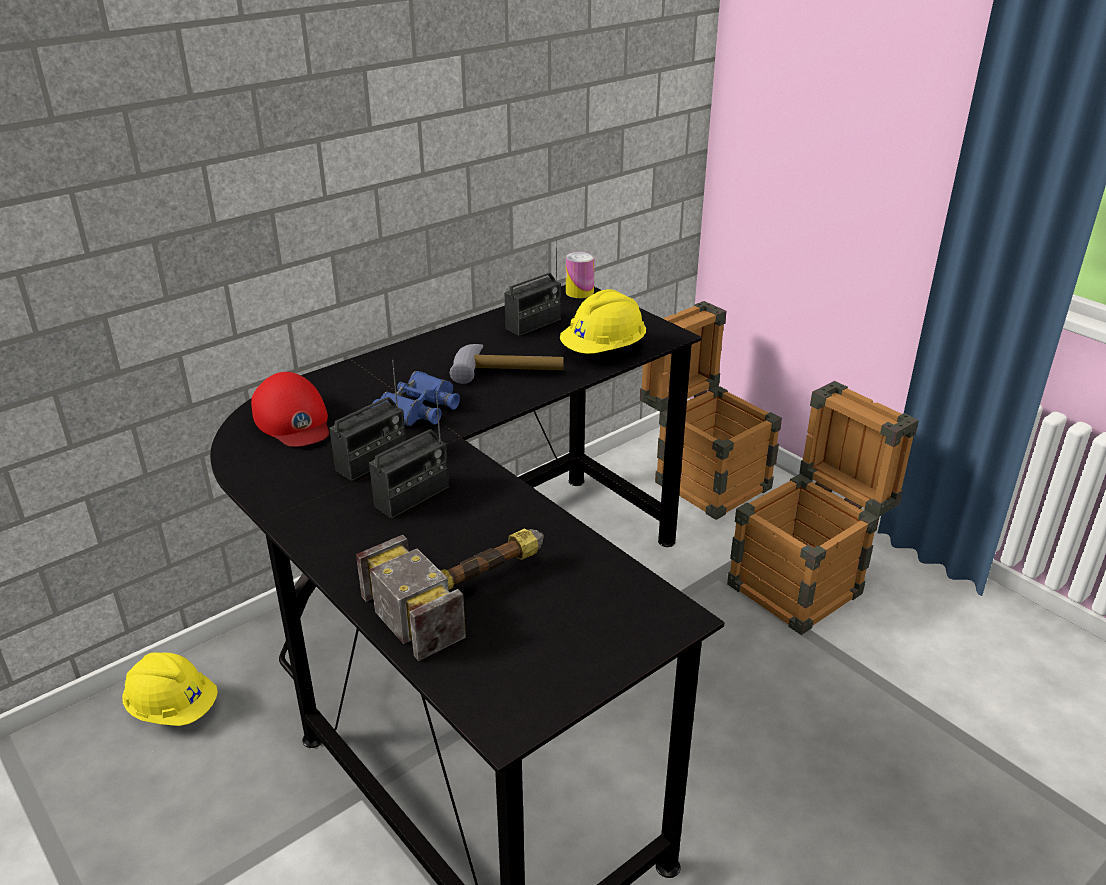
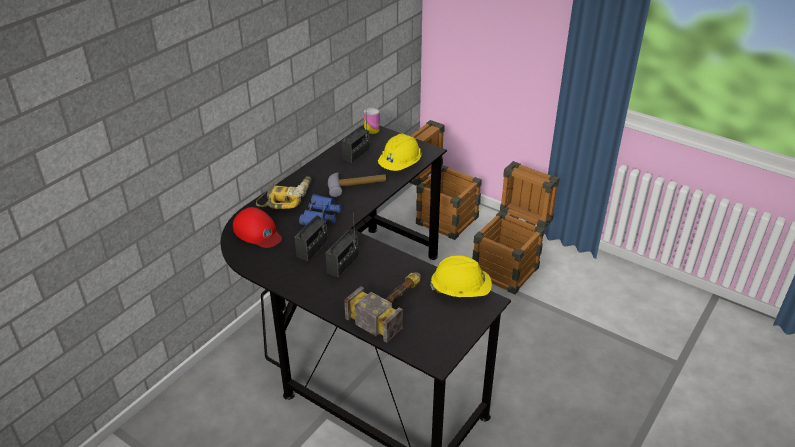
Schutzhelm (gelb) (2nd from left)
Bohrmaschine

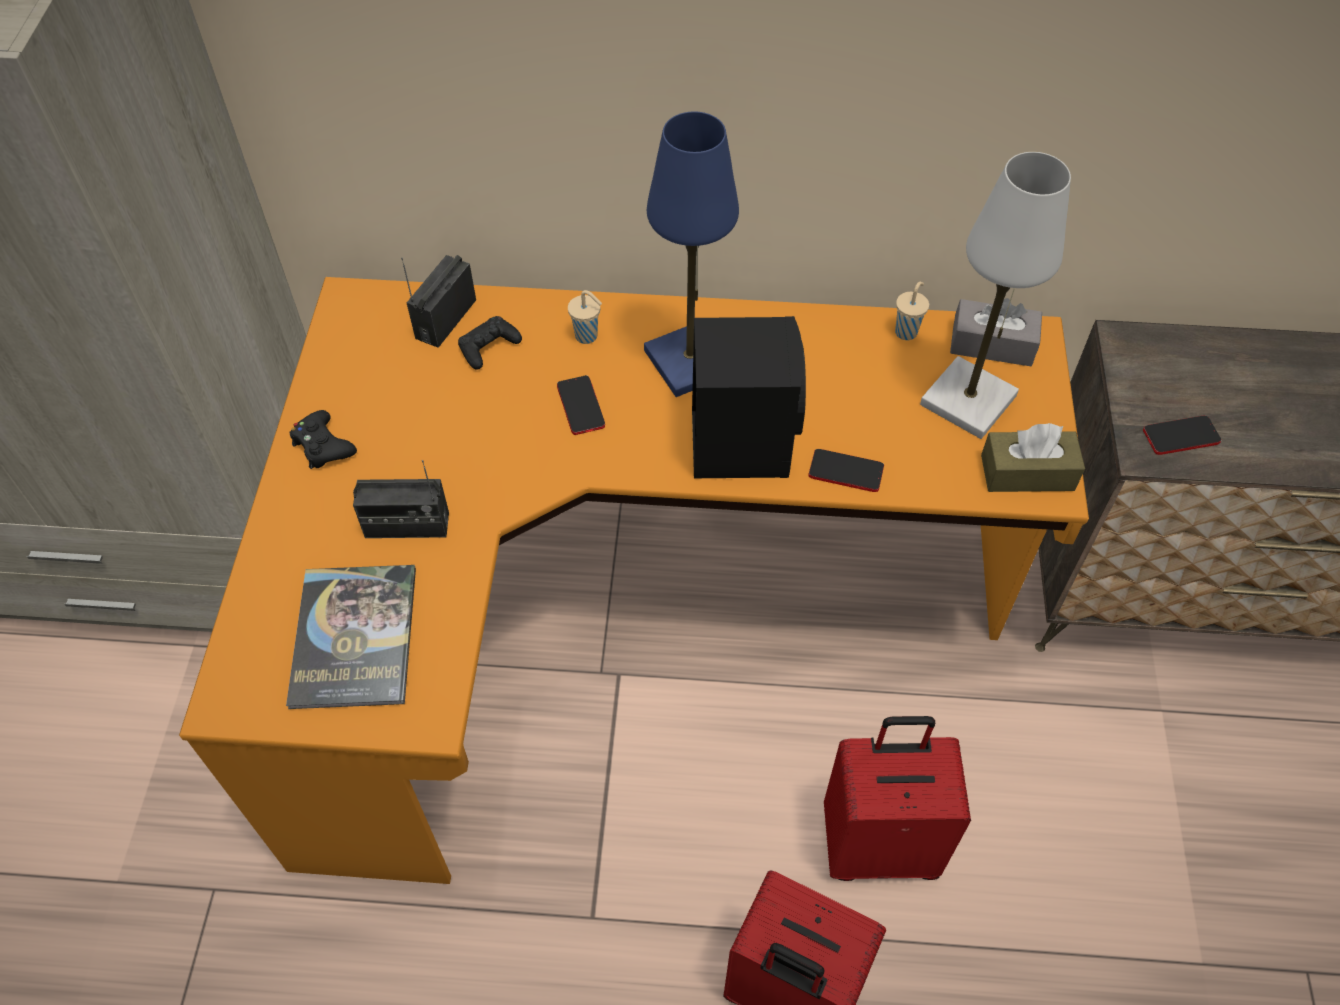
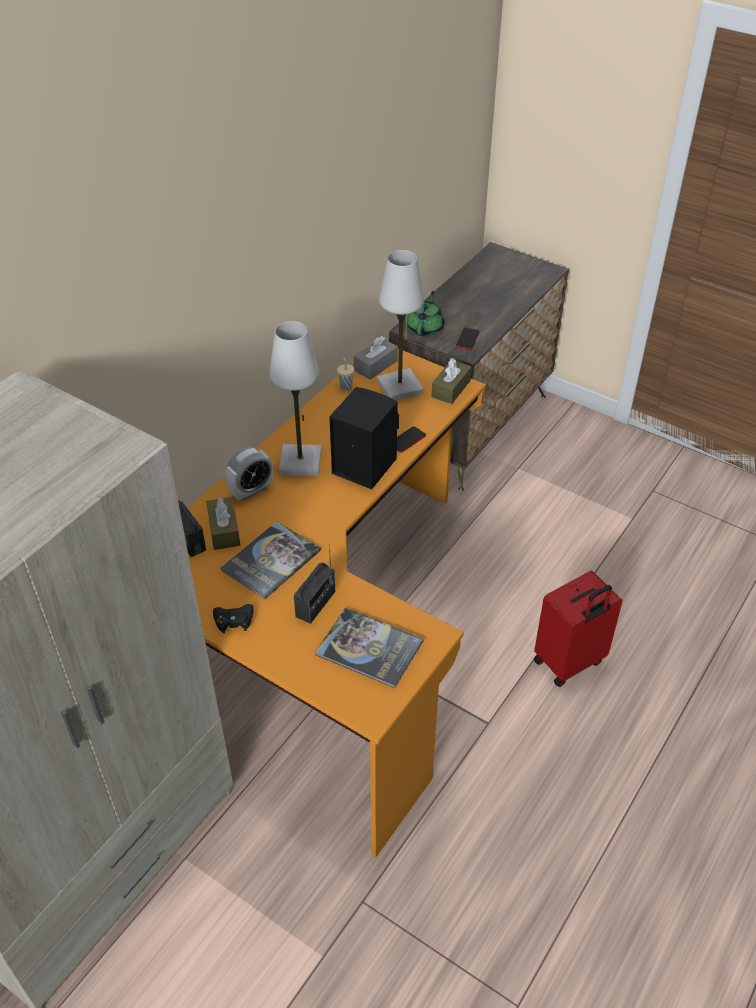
Taschentuchbox (braun) (1st from left)
Handy (1st from left in the first image)
Wecker
Tischlampe (weiß) (1st from left)
Koffer (rot) (2nd from left in the first image)
Buch (1st from left)
Teekanne (grün)

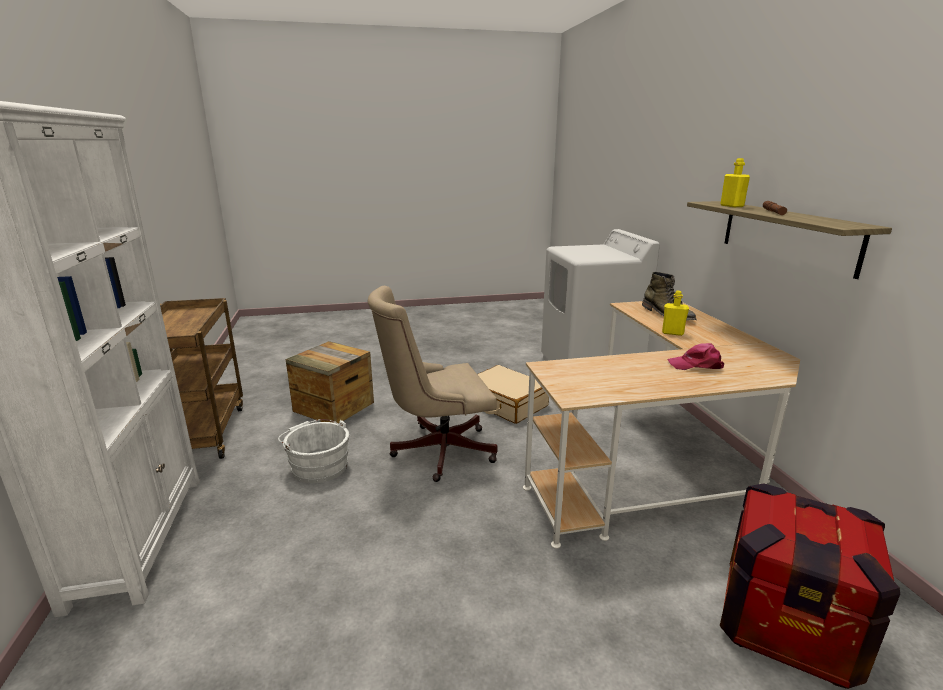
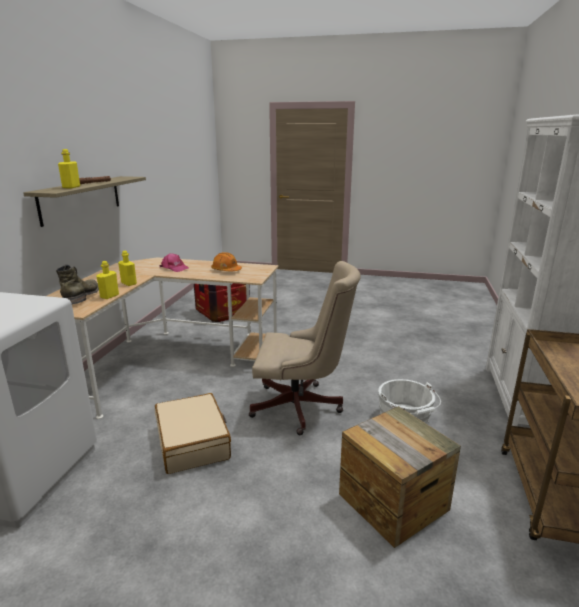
Flasche (gelb) (2nd from left)
Schutzhelm (orange)

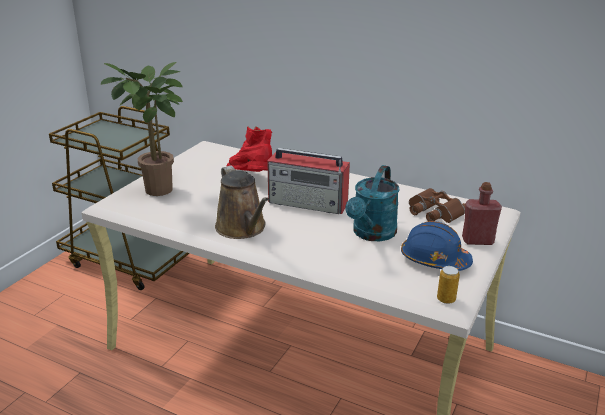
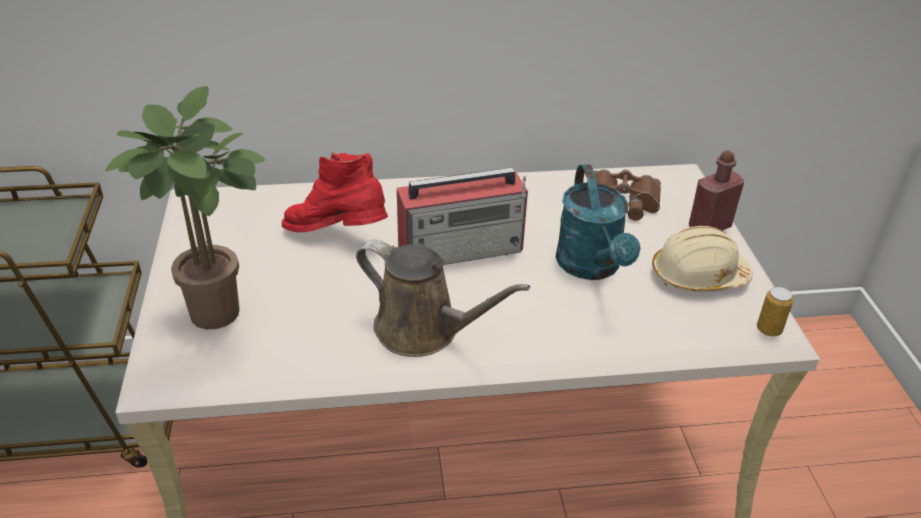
Schutzhelm (beige)

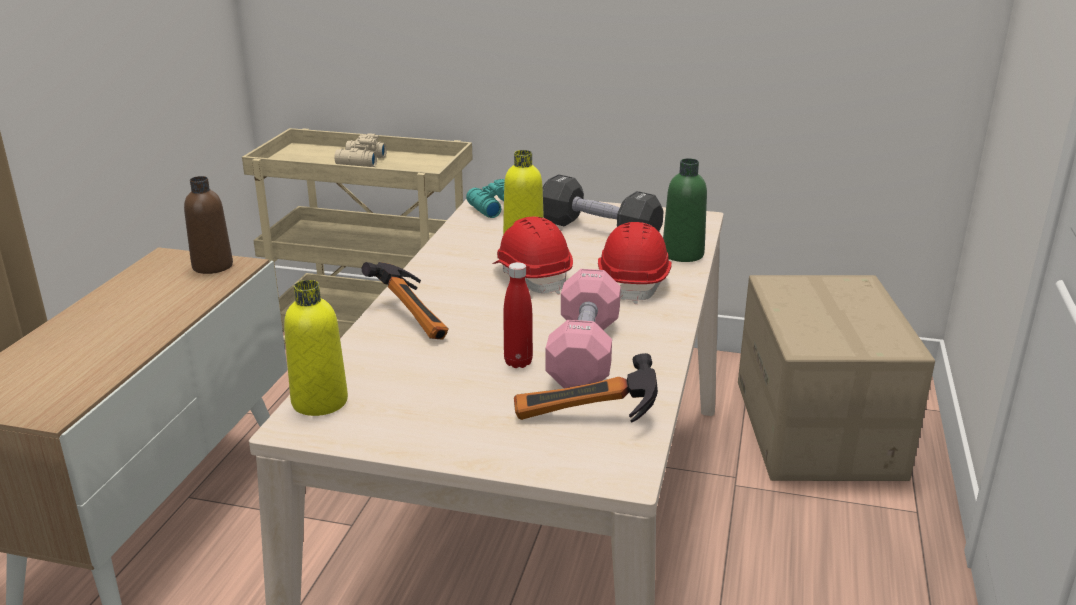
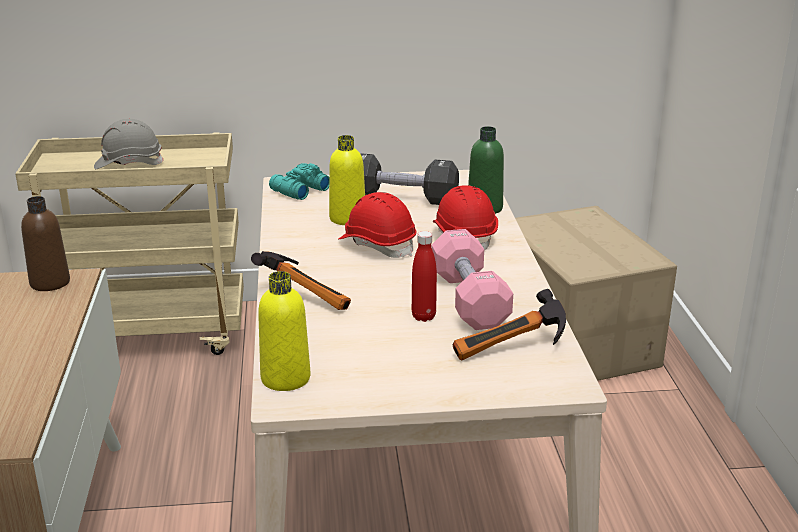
Schutzhelm (grau)

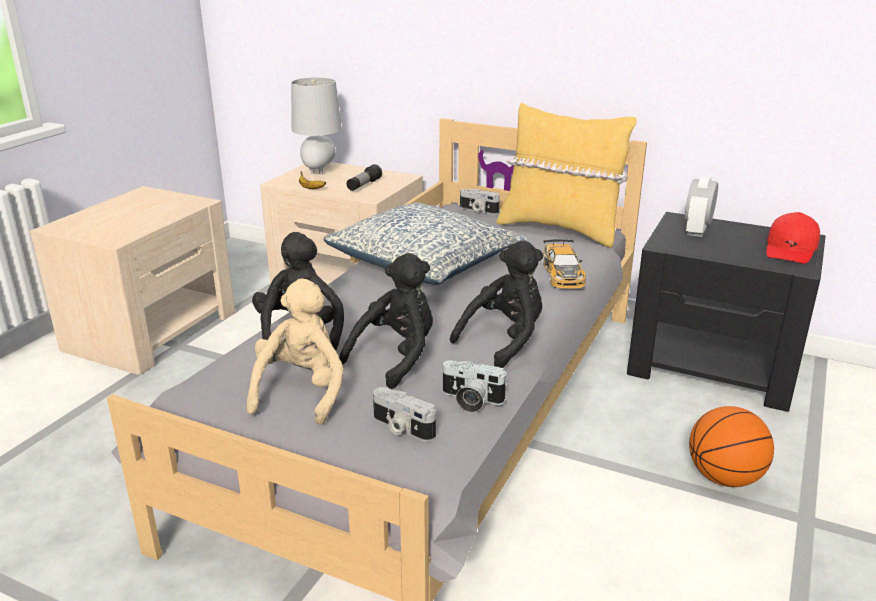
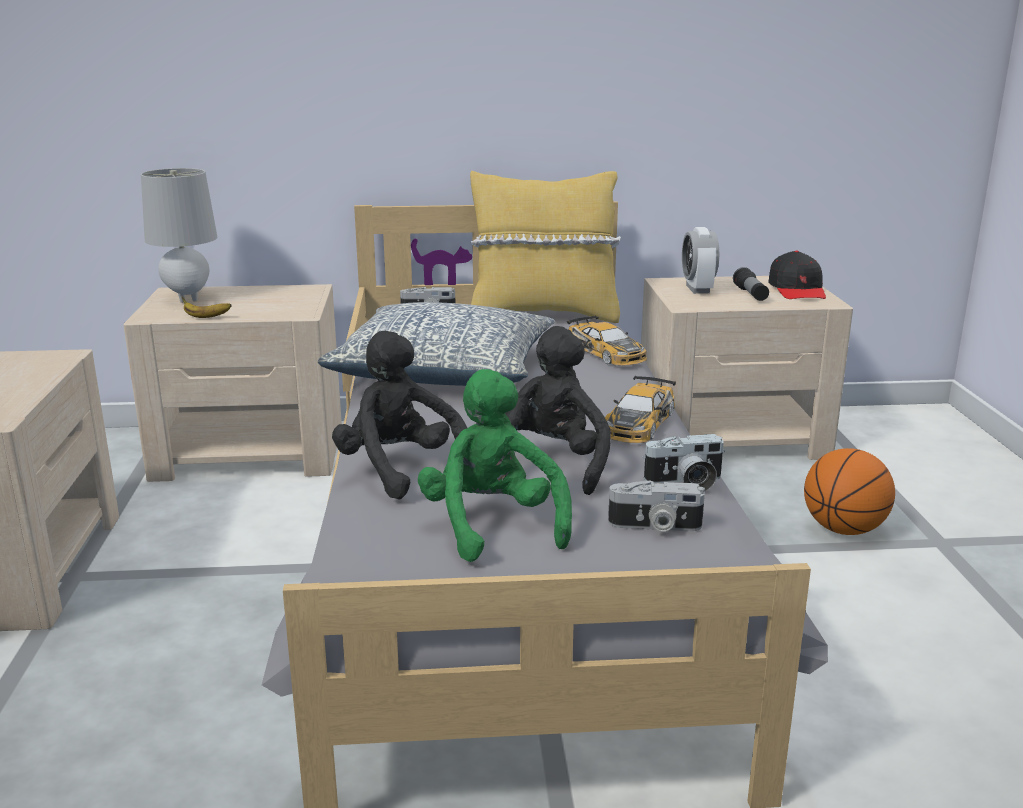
Plüschtier (grün)
Taschenlampe
Spielzeugauto (2nd from left)
Nachttisch (beige) (3rd from left)
Kappe (schwarz)

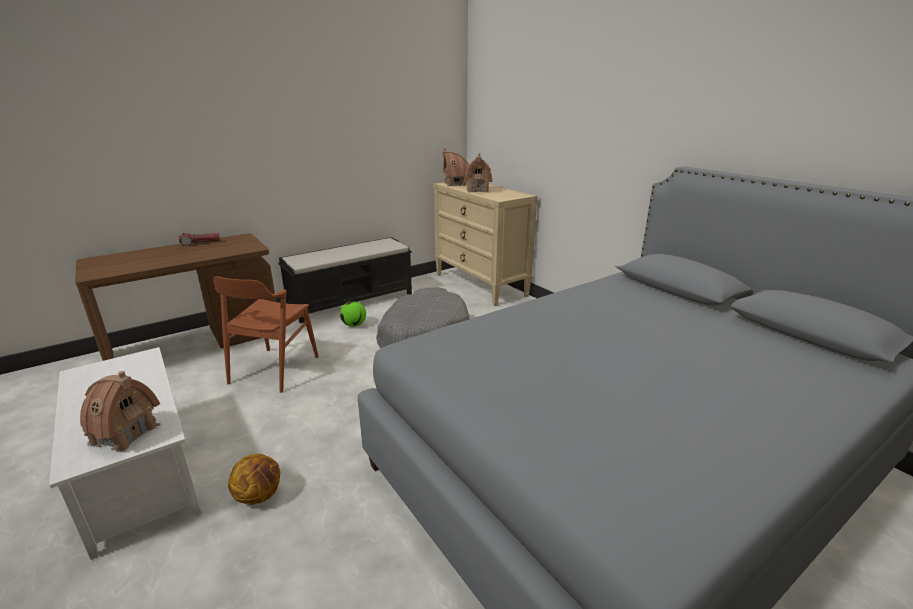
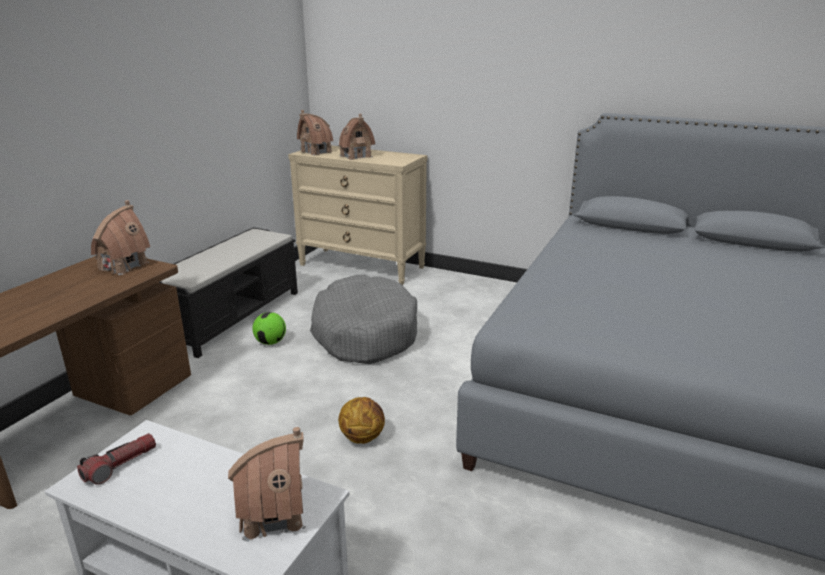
Taschenlampe
Stuhl (braun)
Basketball
Spielzeughaus (1st from left)

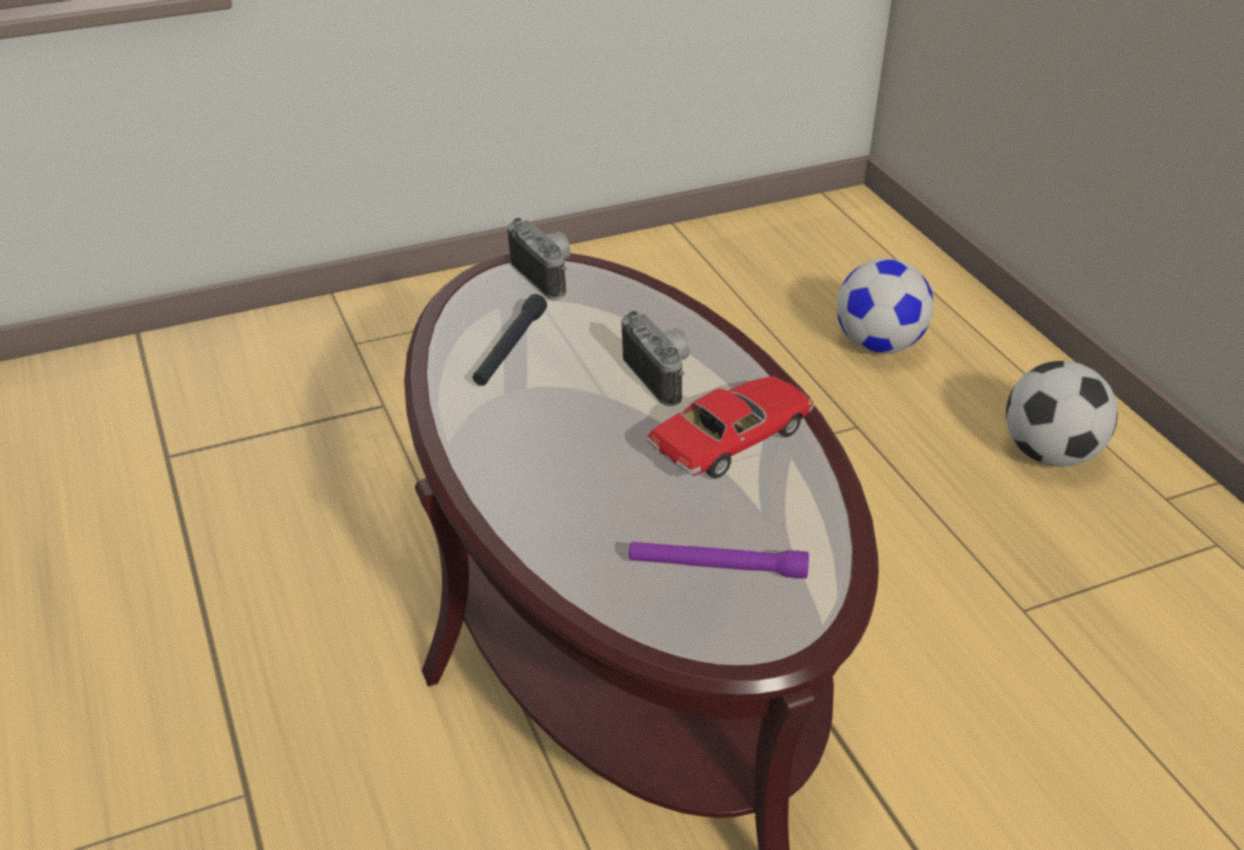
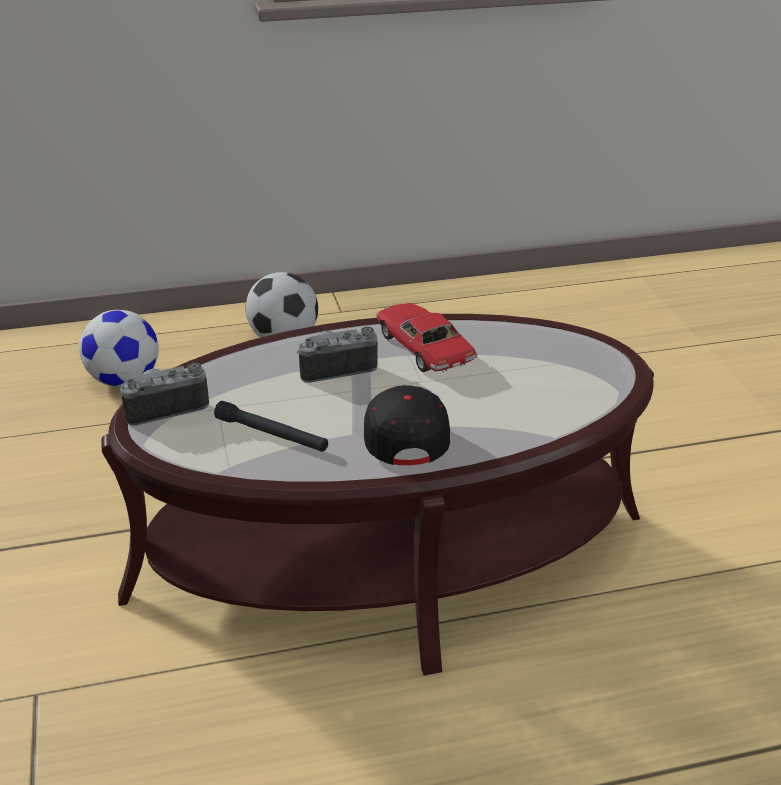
Taschenlampe (lila)
Kappe (schwarz)

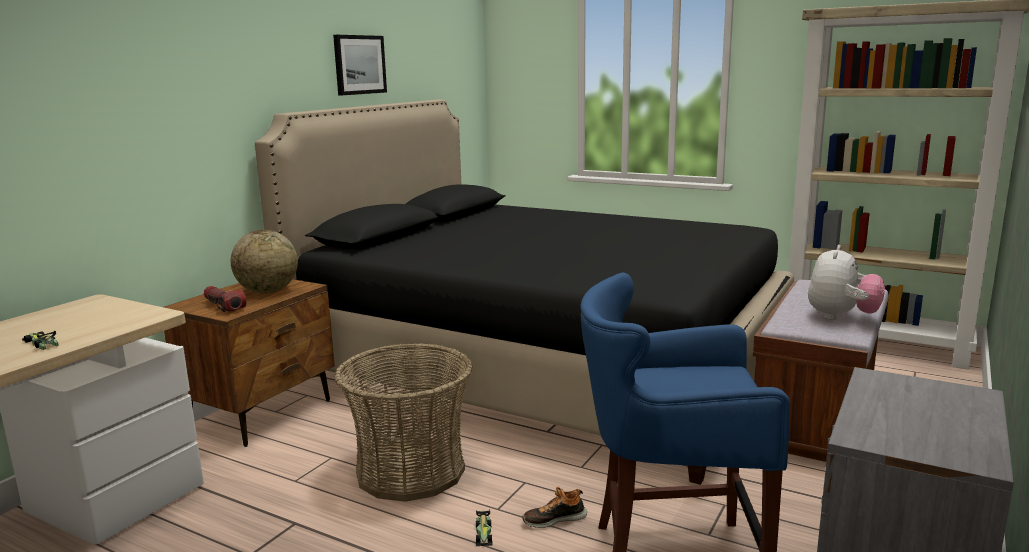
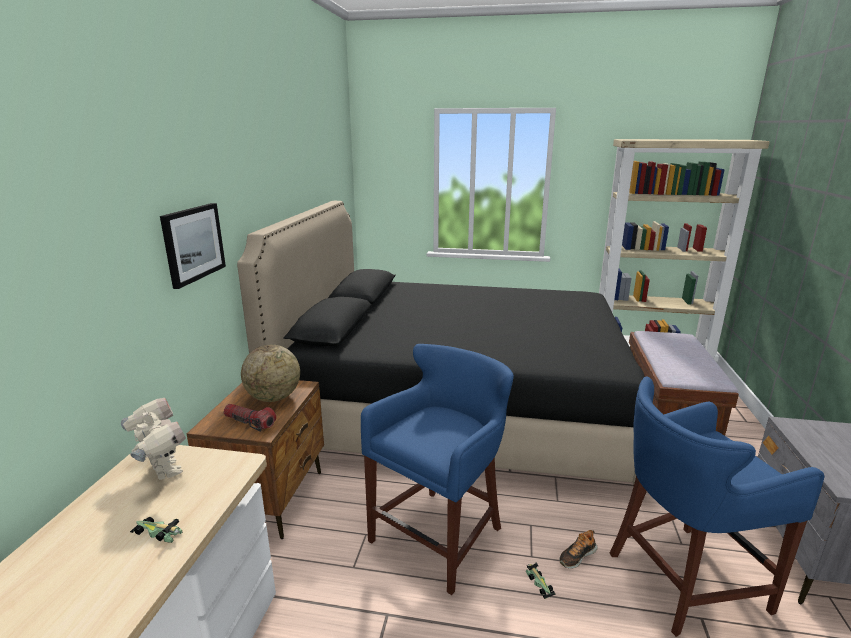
Bild
Hocker (blau) (1st from left)
Plüschtier
Spielzeugroboter

